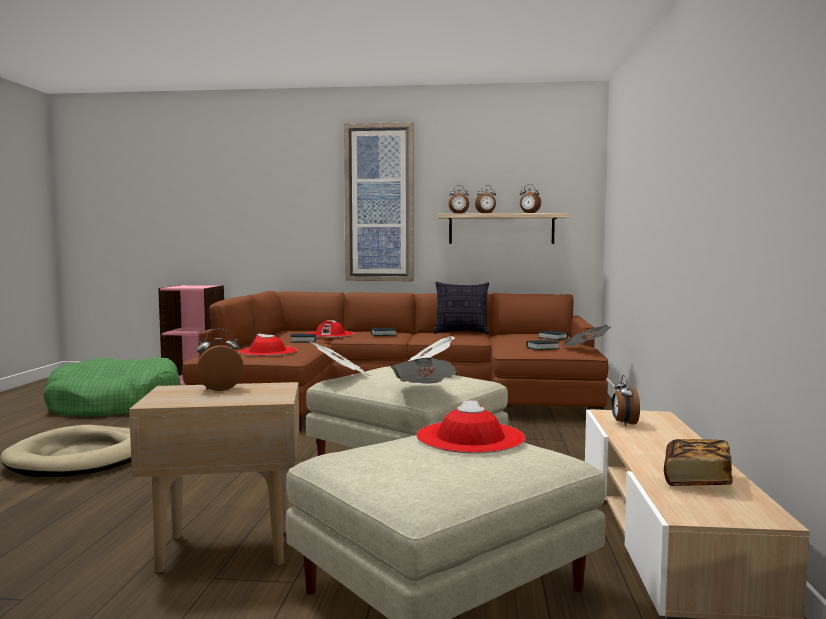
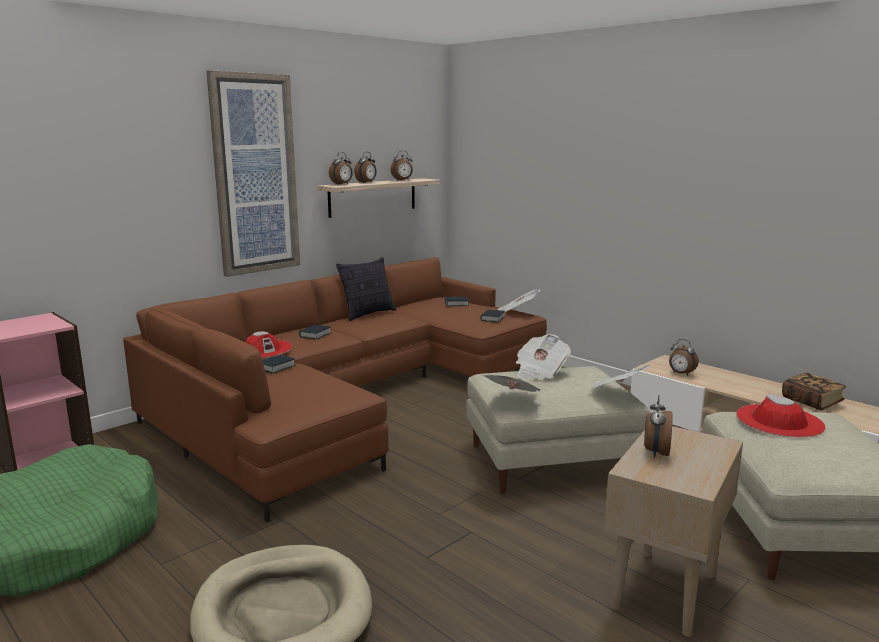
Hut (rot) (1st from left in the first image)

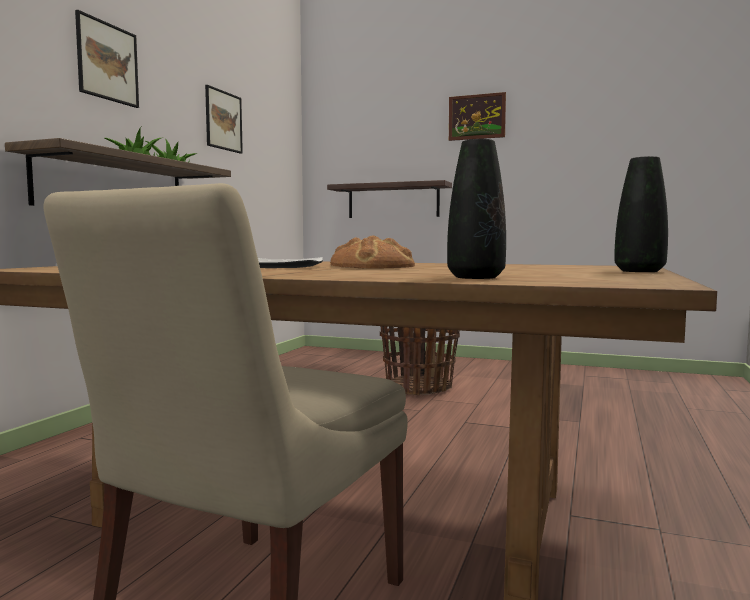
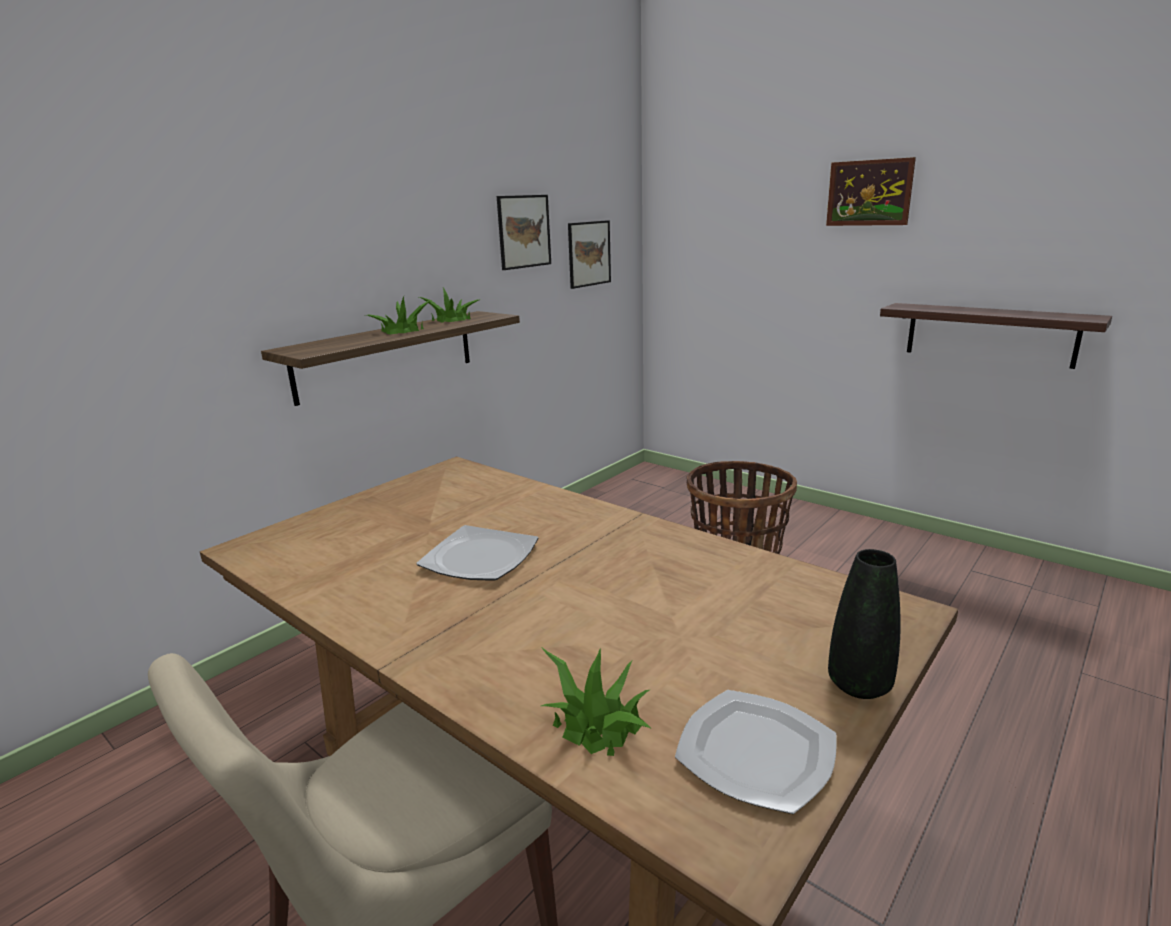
Bild (2nd from left)
Wandregal (2nd from left)
Brot
Topfpflanze (3rd from left)
Teller (2nd from left)

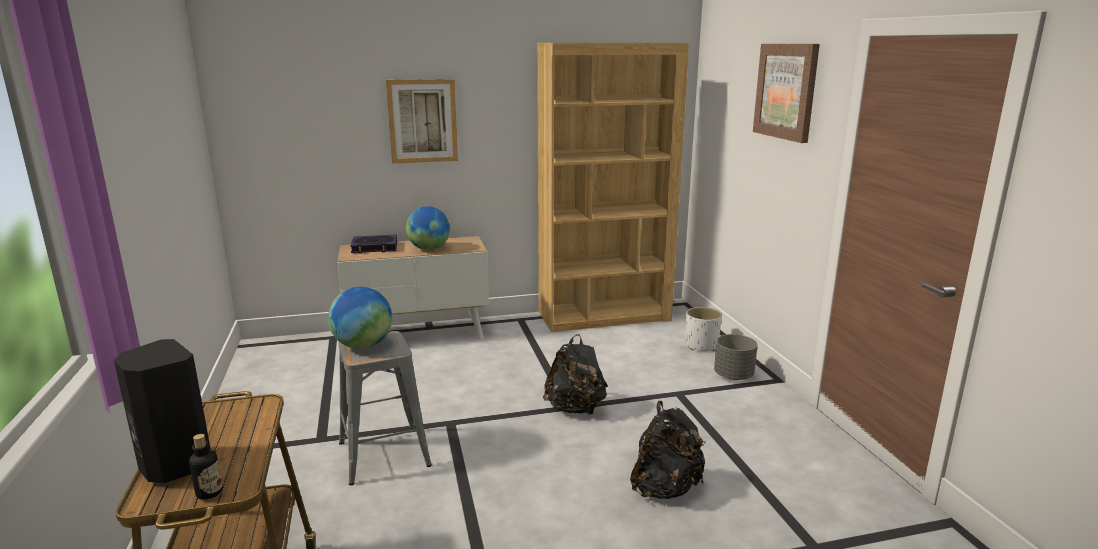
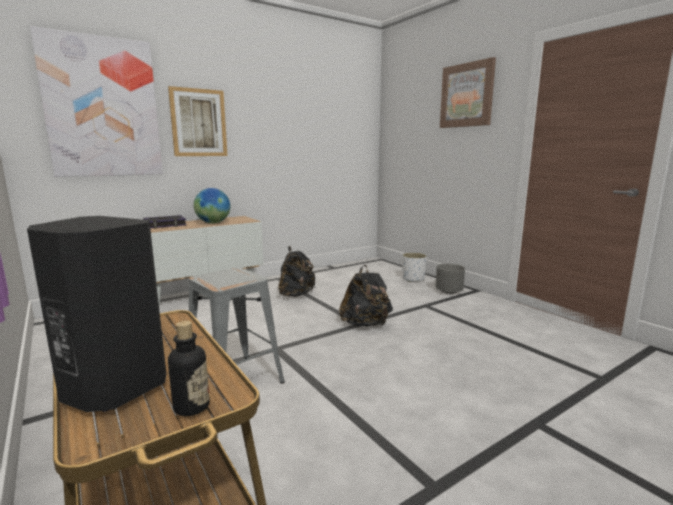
Globus (1st from left in the first image)
Bücherregal (braun)
Rucksack (schwarz) (1st from left)
Bild (1st from left)

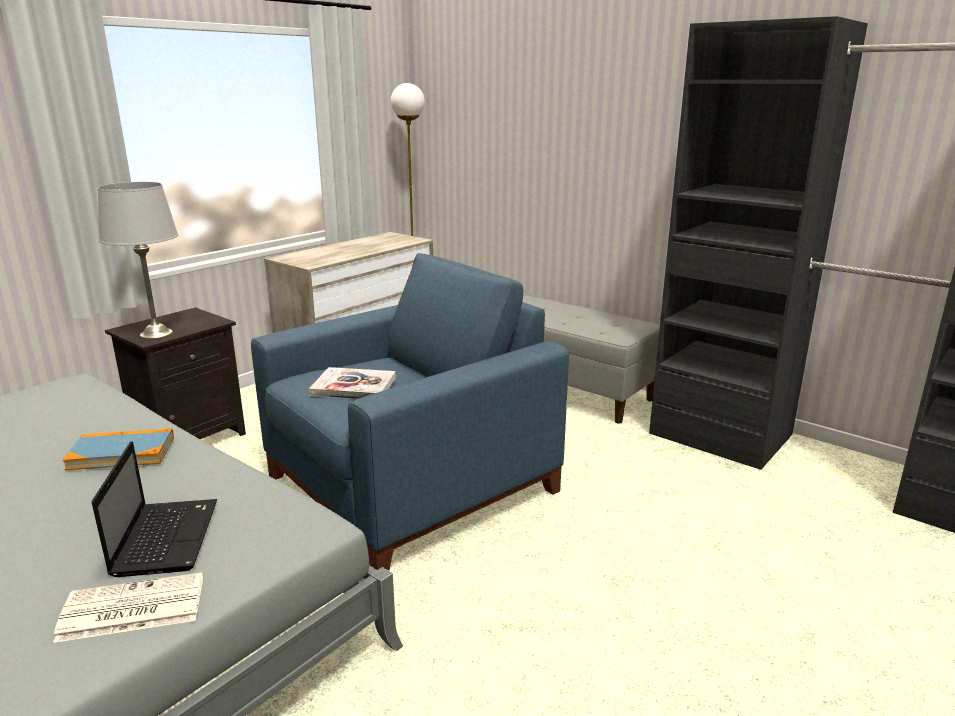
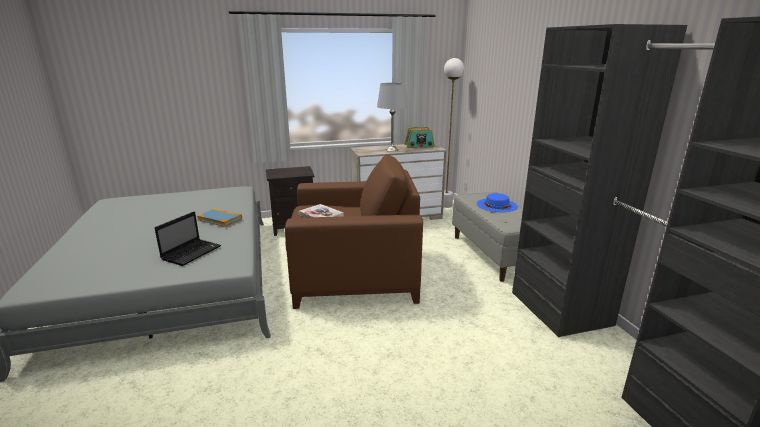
Zeitung
Tischlampe (grau)
Sessel (braun)
Radio
Hut (blau)

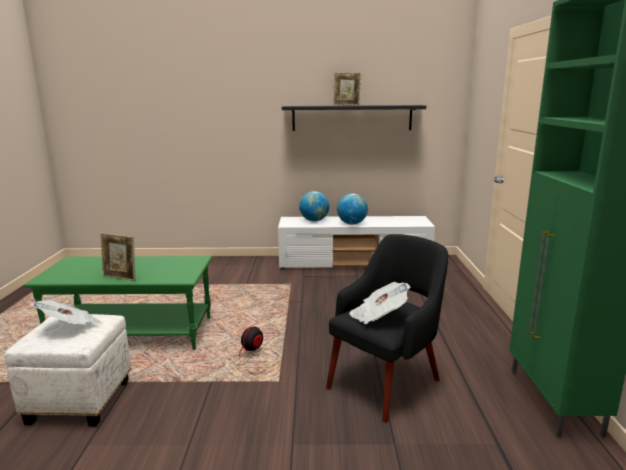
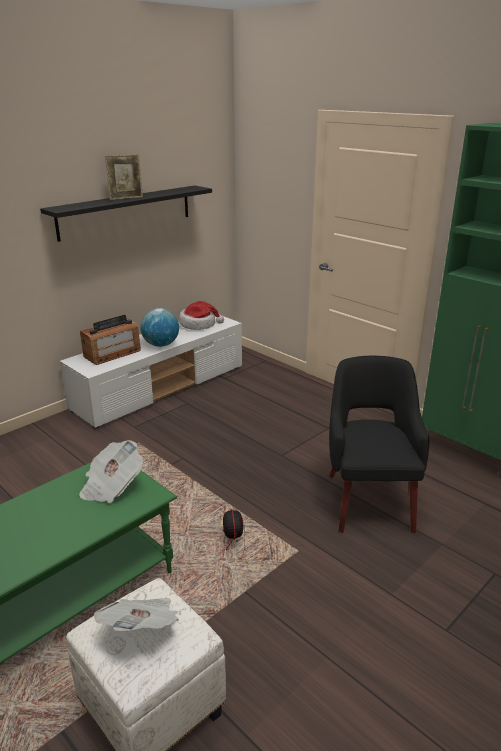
Bilderrahmen (1st from left in the first image)
Radio
Zeitung (1st from left)
Hut

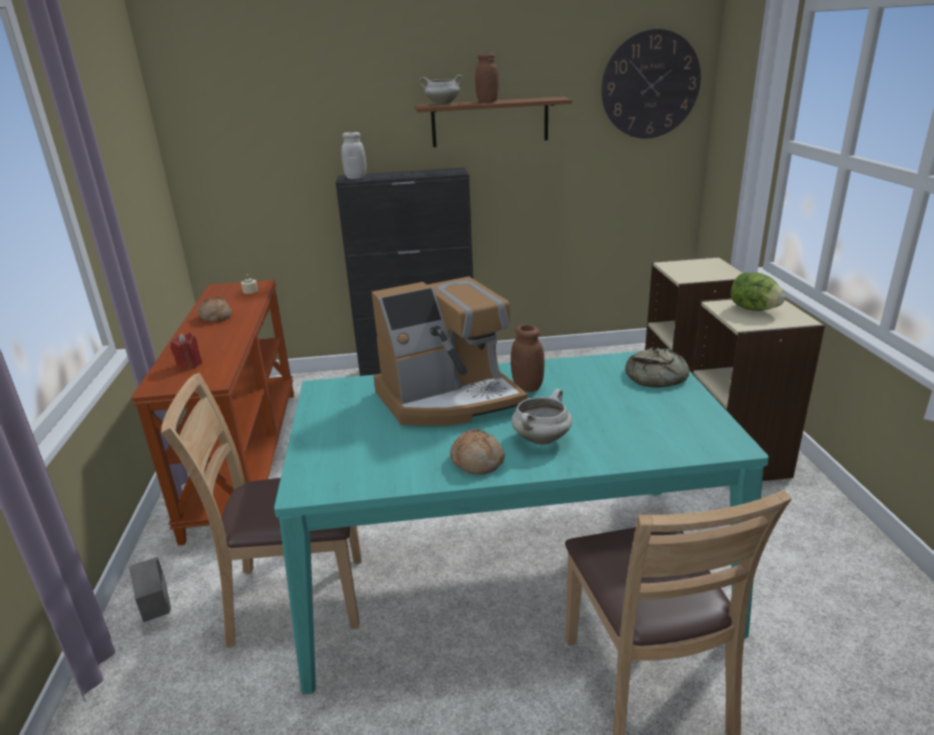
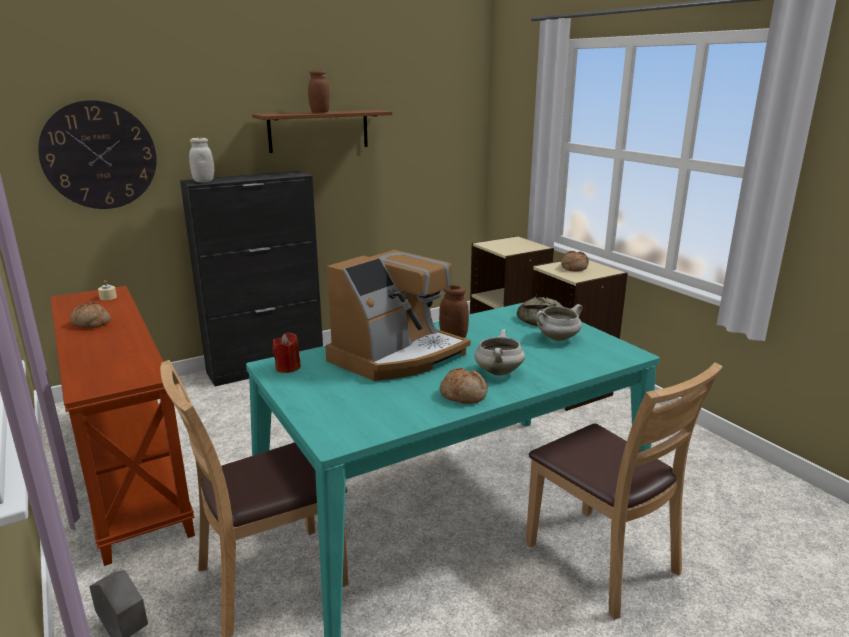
Kerze (rot)
Kochtopf (weiß) (2nd from left)
Wanduhr
Brot (4th from left)

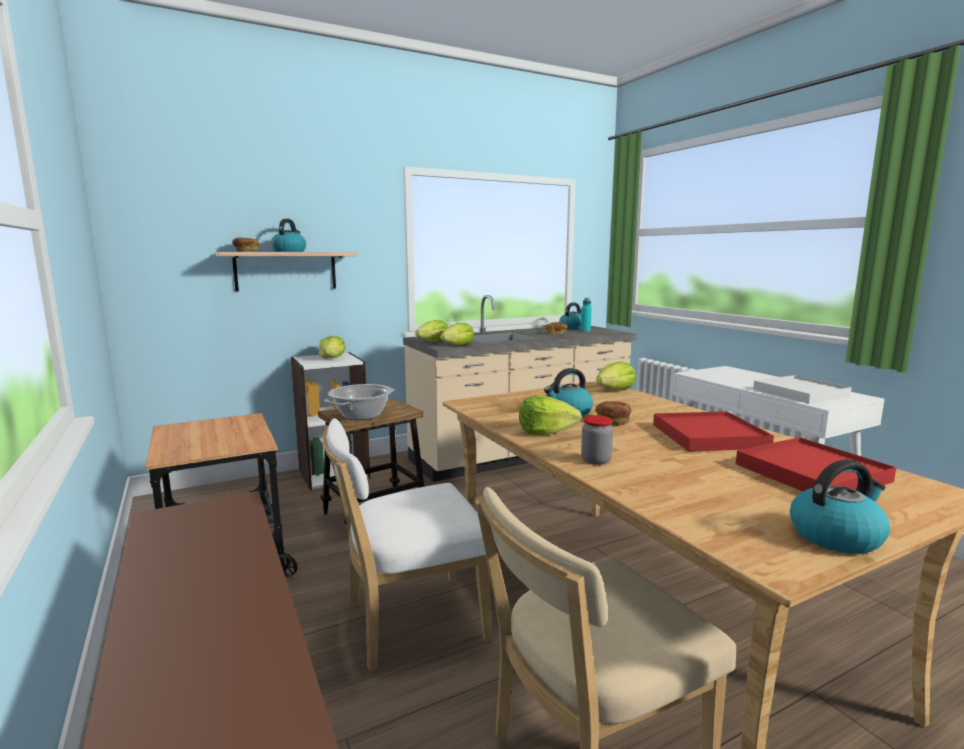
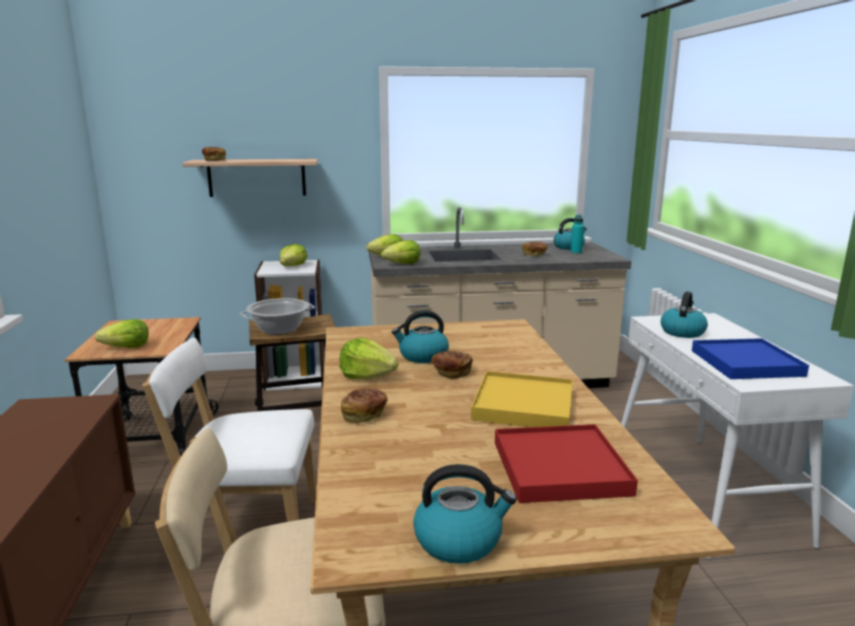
Wasserkessel (4th from left)
Brot (2nd from left)
Salatkopf (1st from left)
Tablett (gelb)
Tablett (blau)

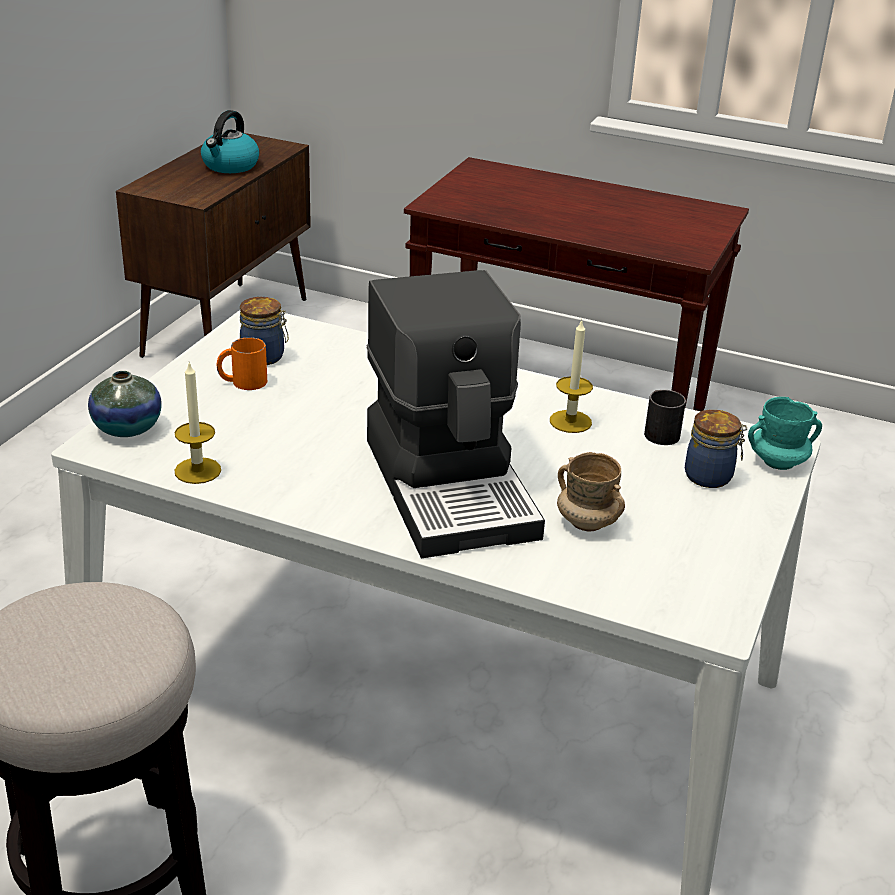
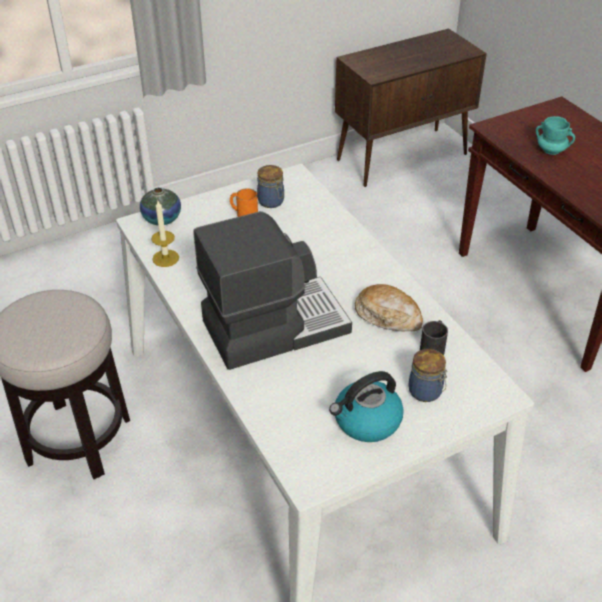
Wasserkessel
Kaffeemaschine
Brot
Henkelbecher (beige)
Henkelbecher (türkis)

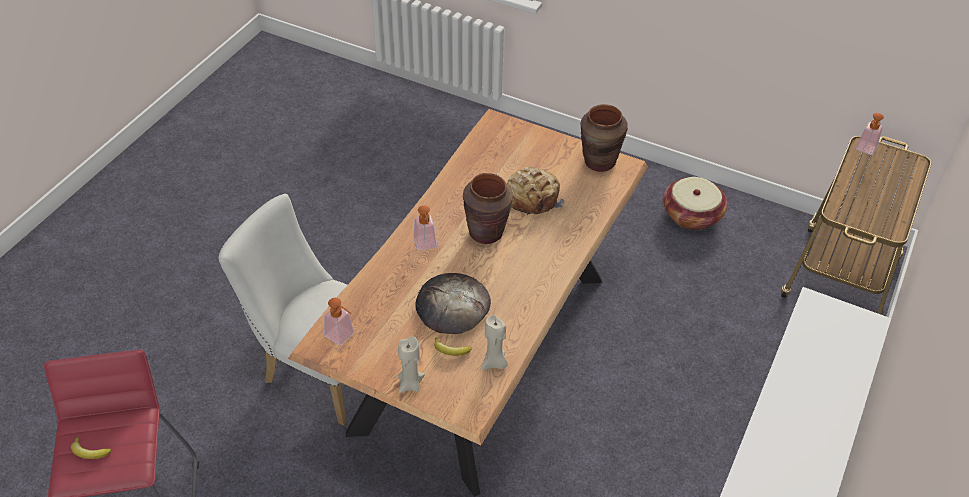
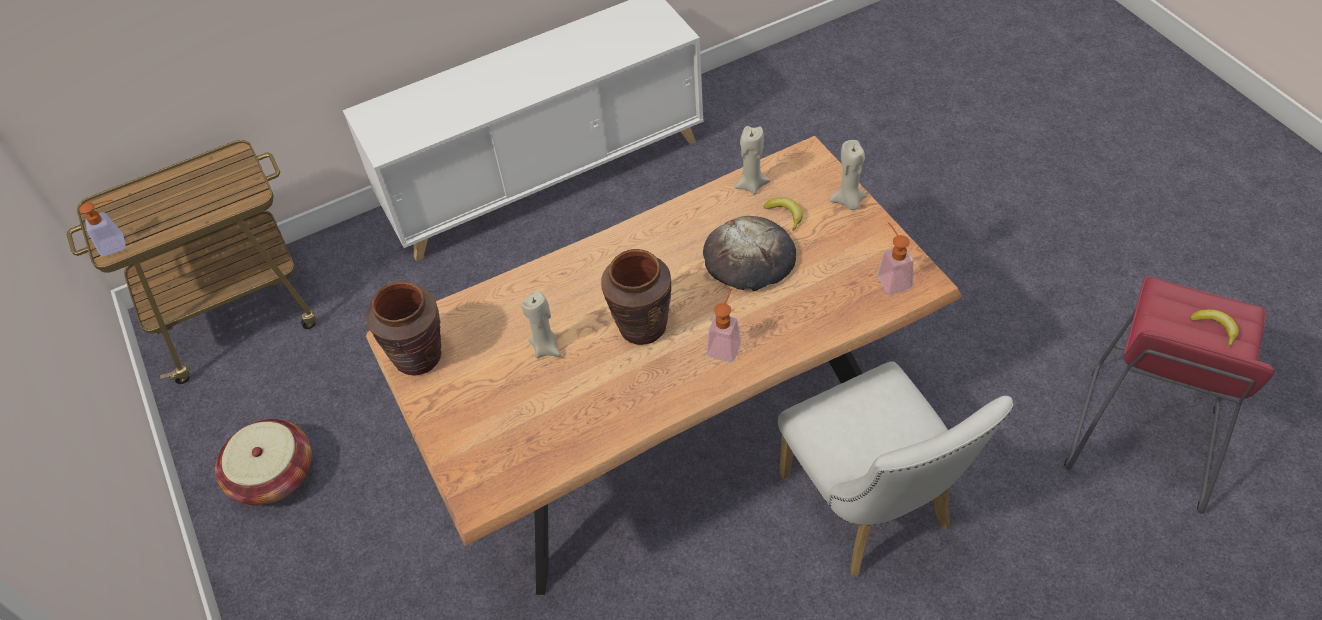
Kerze (beige) (1st from left)

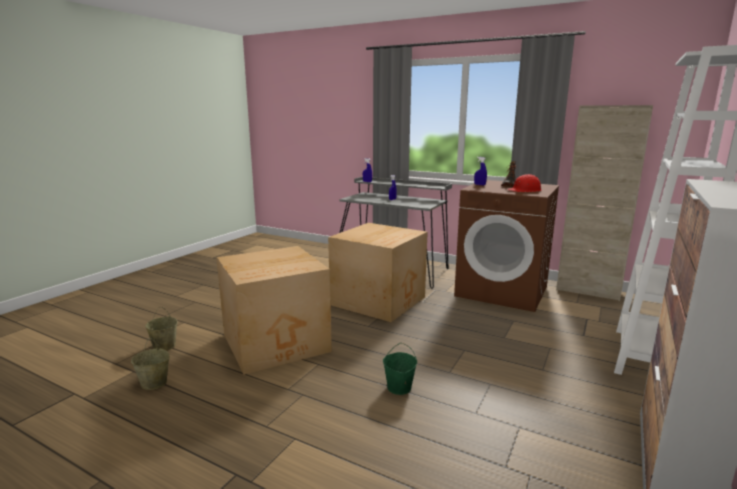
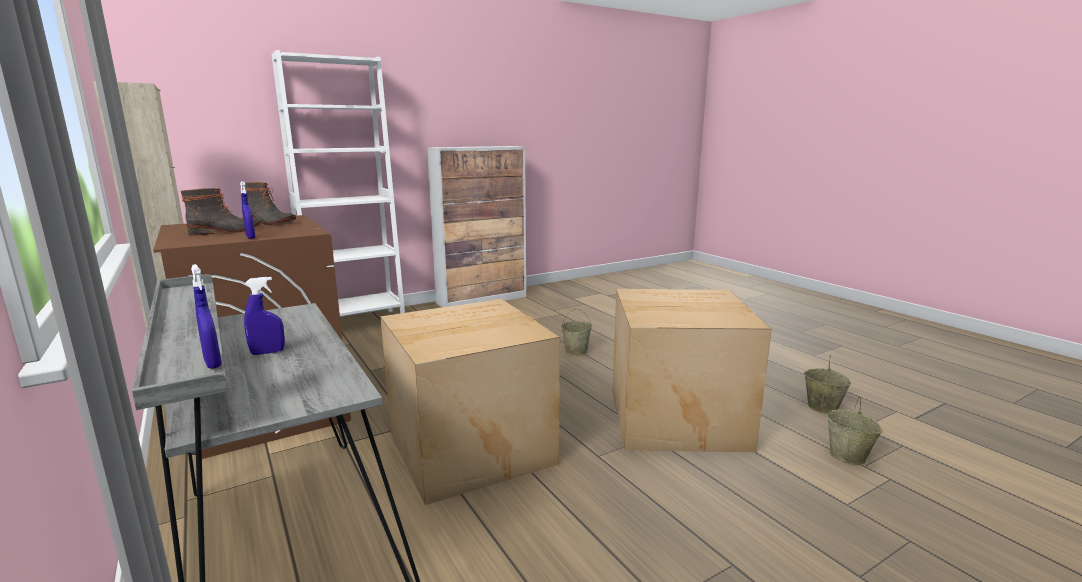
Eimer (beige) (1st from left)
Stiefel (2nd from left)

